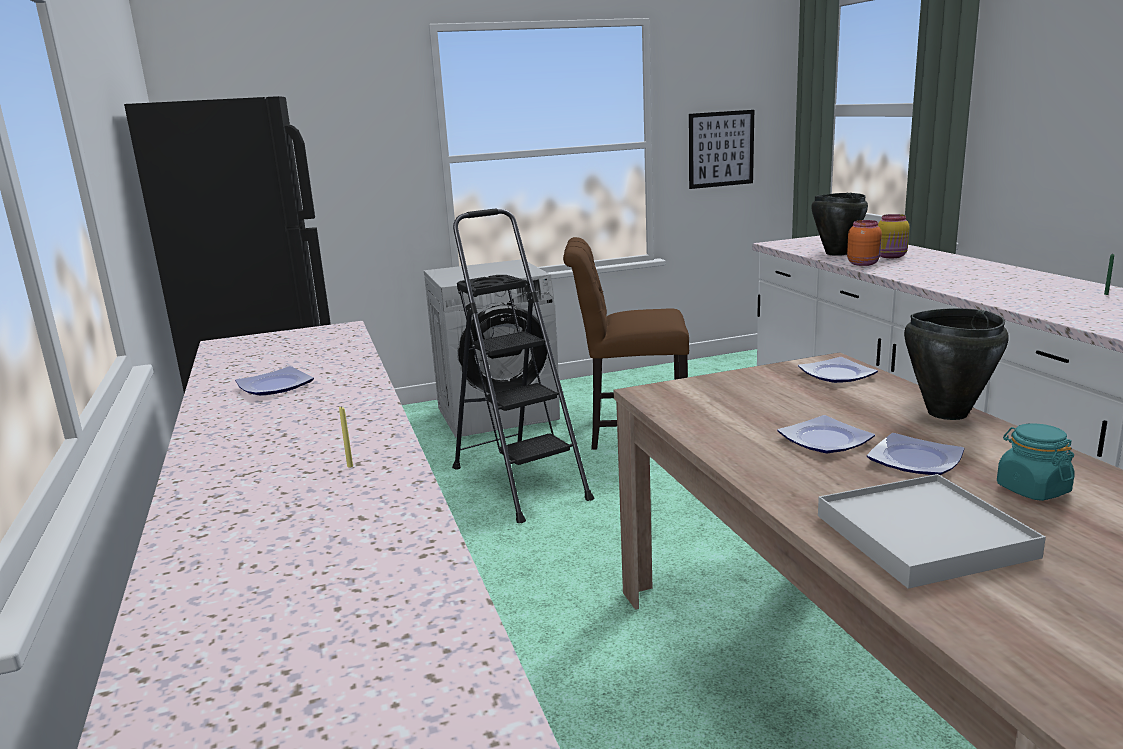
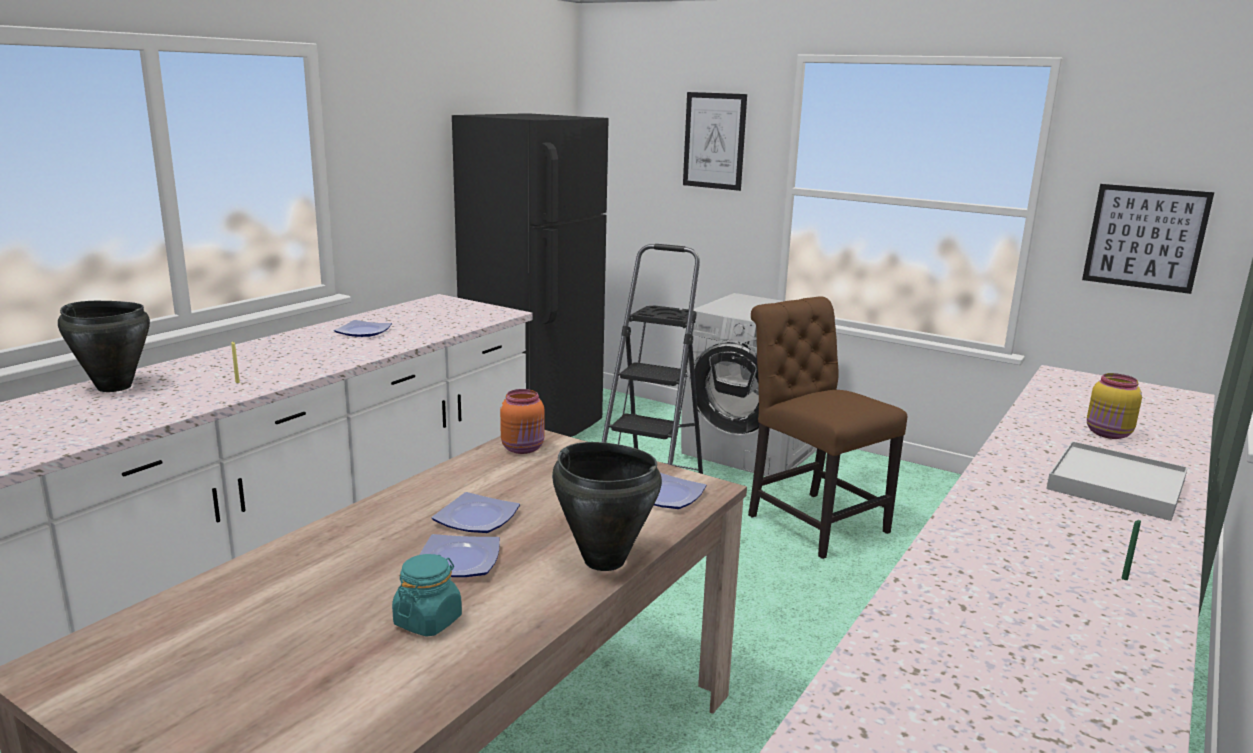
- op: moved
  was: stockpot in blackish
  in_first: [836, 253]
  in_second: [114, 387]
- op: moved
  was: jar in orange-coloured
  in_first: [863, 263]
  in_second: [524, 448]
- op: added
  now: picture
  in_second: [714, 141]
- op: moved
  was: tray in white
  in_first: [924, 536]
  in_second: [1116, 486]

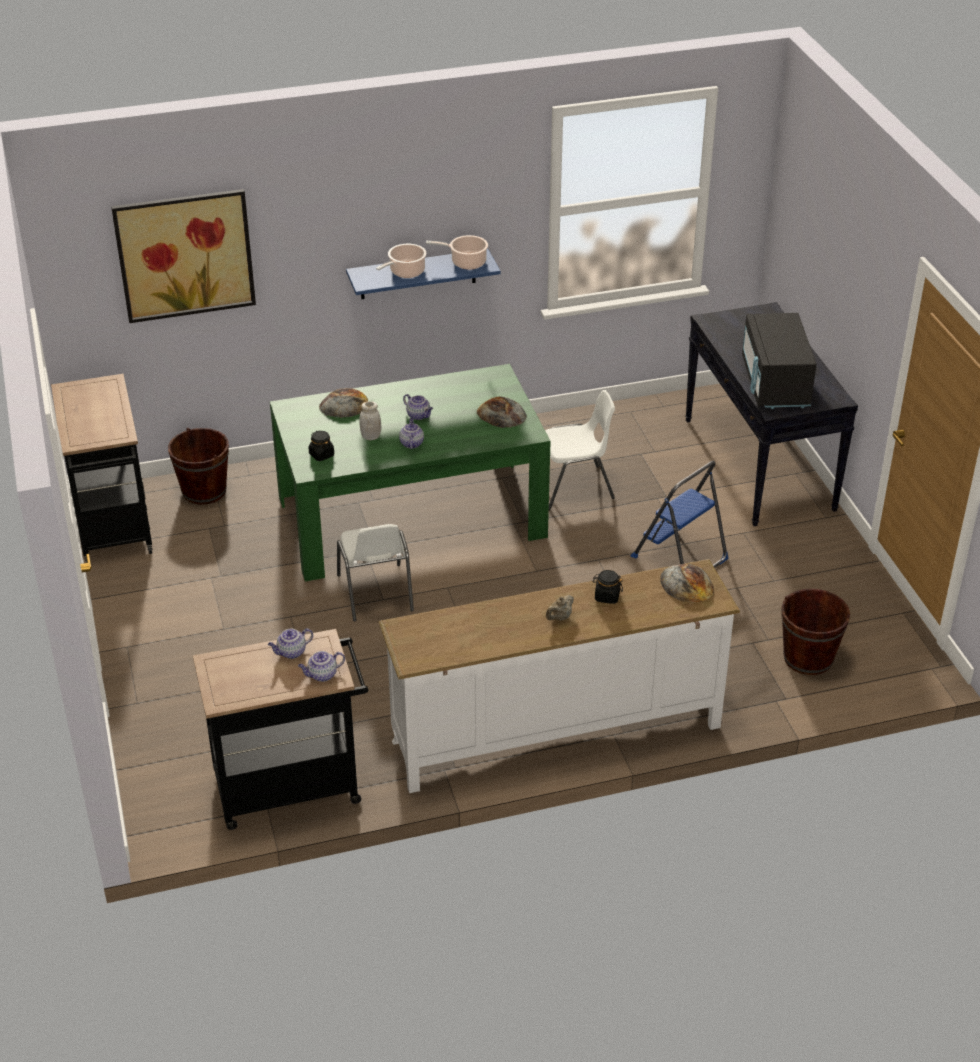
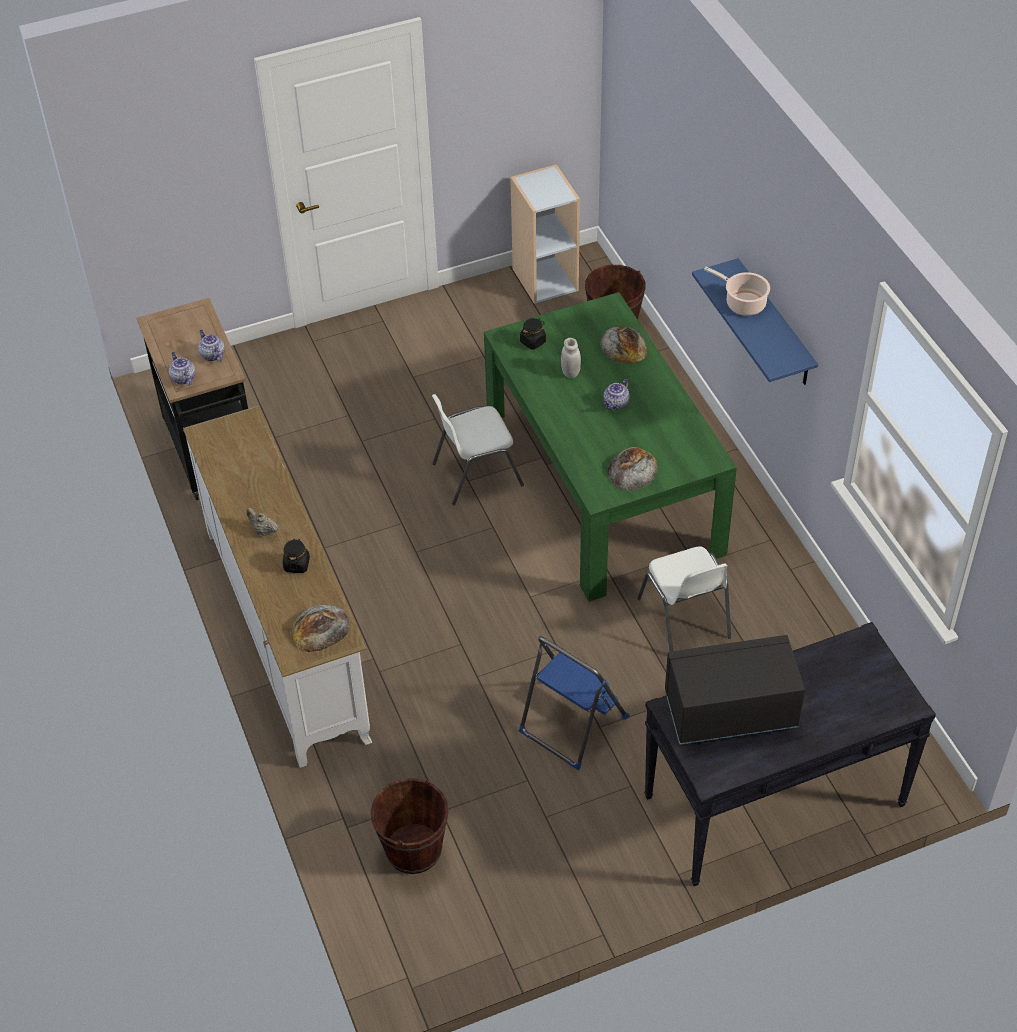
- op: replaced
  was: wheeled cart in blackish
  now: shelving unit
  in_first: [114, 528]
  in_second: [545, 279]
- op: removed
  was: picture
  in_first: [185, 255]
- op: removed
  was: tea pot
  in_first: [411, 443]
- op: removed
  was: stockpot
  in_first: [466, 262]

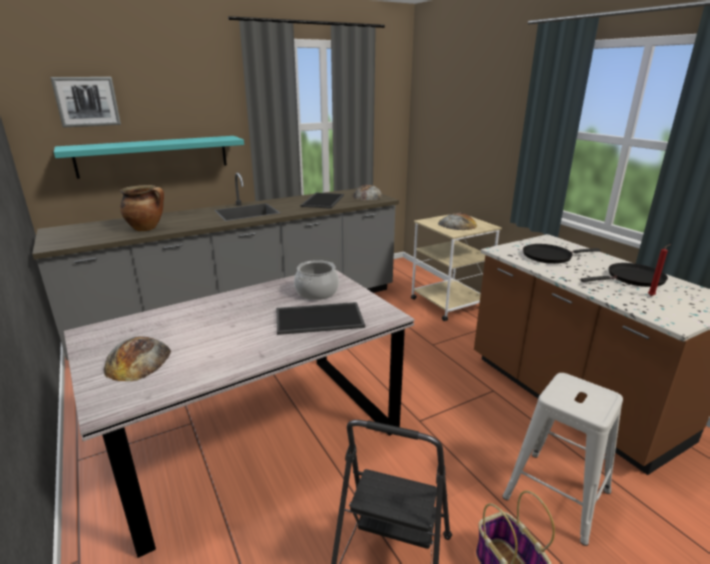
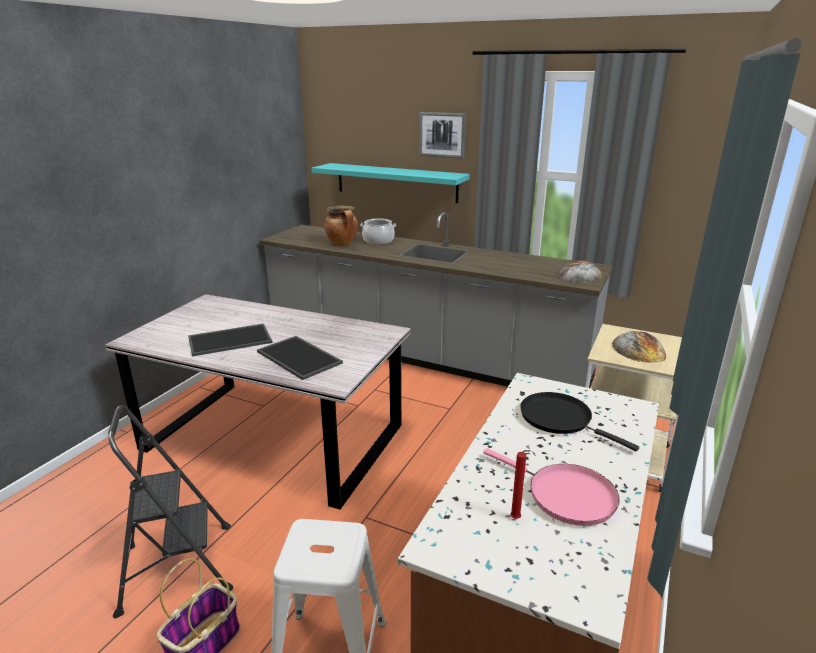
- op: moved
  was: tray
  in_first: [322, 200]
  in_second: [230, 339]
- op: moved
  was: stockpot
  in_first: [317, 292]
  in_second: [378, 241]
- op: moved
  was: picture
  in_first: [87, 101]
  in_second: [442, 135]
- op: recoloured
  was: frying pan in blackish
  now: frying pan in pink
  in_first: [632, 278]
  in_second: [565, 496]
- op: removed
  was: bread
  in_first: [138, 360]

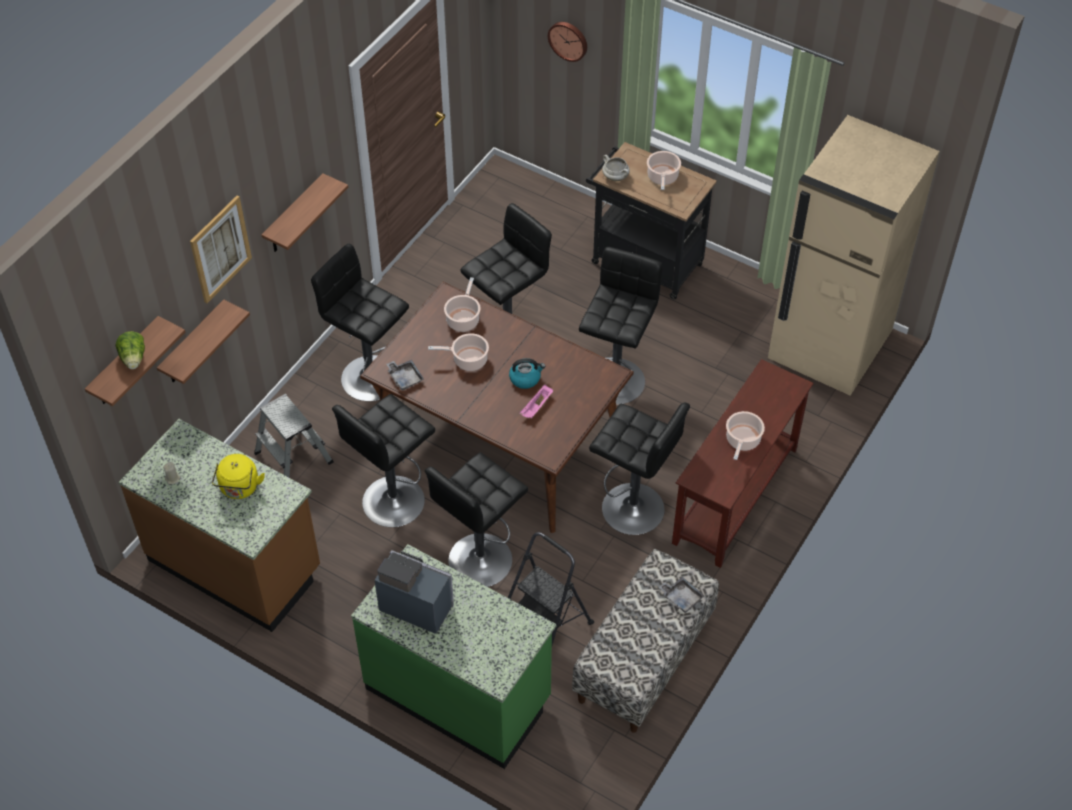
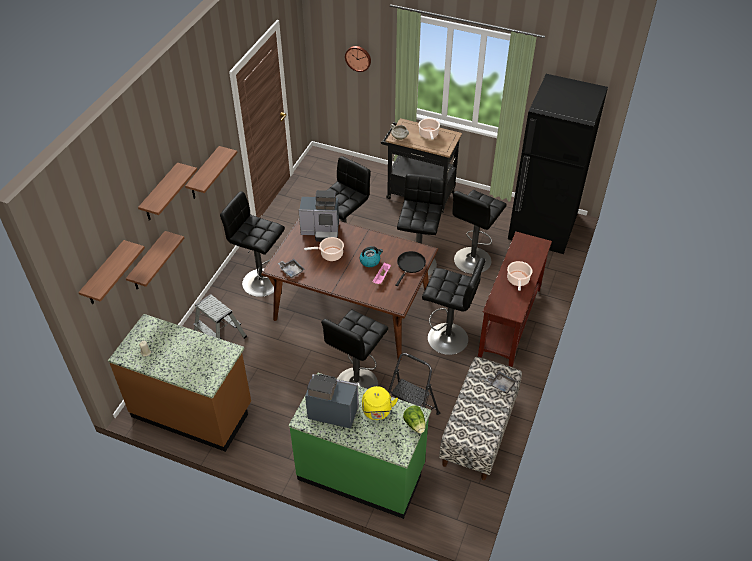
- op: replaced
  was: picture
  now: wall shelf
  in_first: [220, 249]
  in_second: [160, 194]
- op: replaced
  was: stockpot
  now: coffee maker
  in_first: [463, 319]
  in_second: [321, 231]
- op: moved
  was: water kettle in yellow
  in_first: [239, 488]
  in_second: [377, 412]
- op: added
  now: frying pan in blackish
  in_second: [410, 265]
- op: moved
  was: lettuce head
  in_first: [134, 359]
  in_second: [415, 424]
- op: moved
  was: stool seat in blackish
  in_first: [392, 501]
  in_second: [472, 260]
- op: recoloured
  was: refrigerator in sand-coloured
  now: refrigerator in blackish
  in_first: [831, 344]
  in_second: [543, 226]

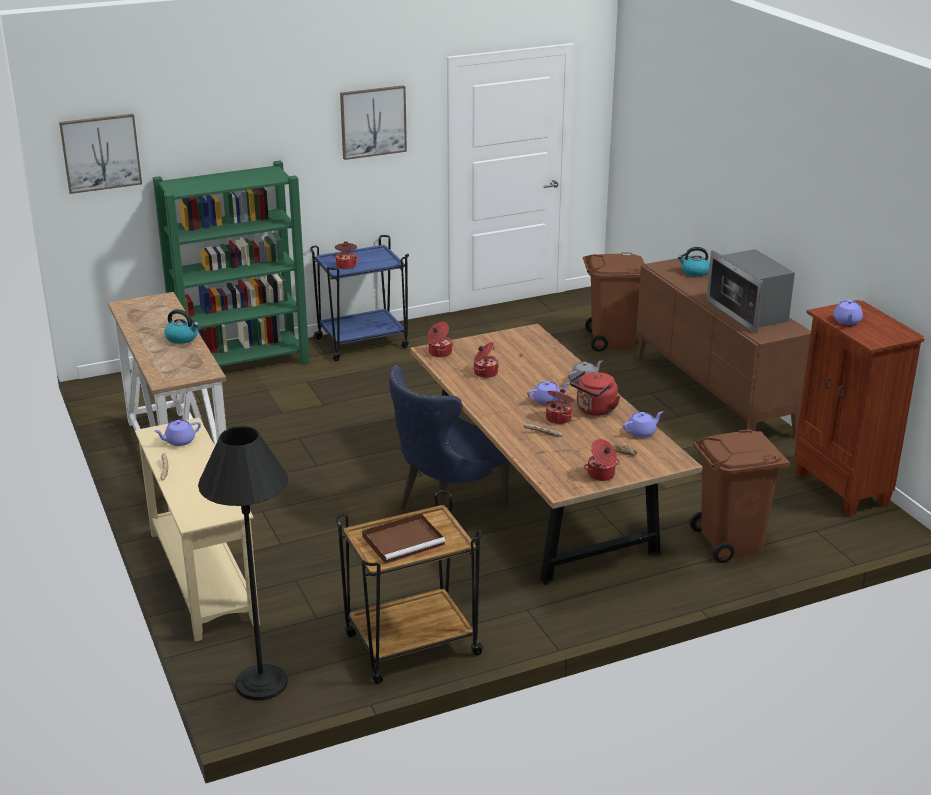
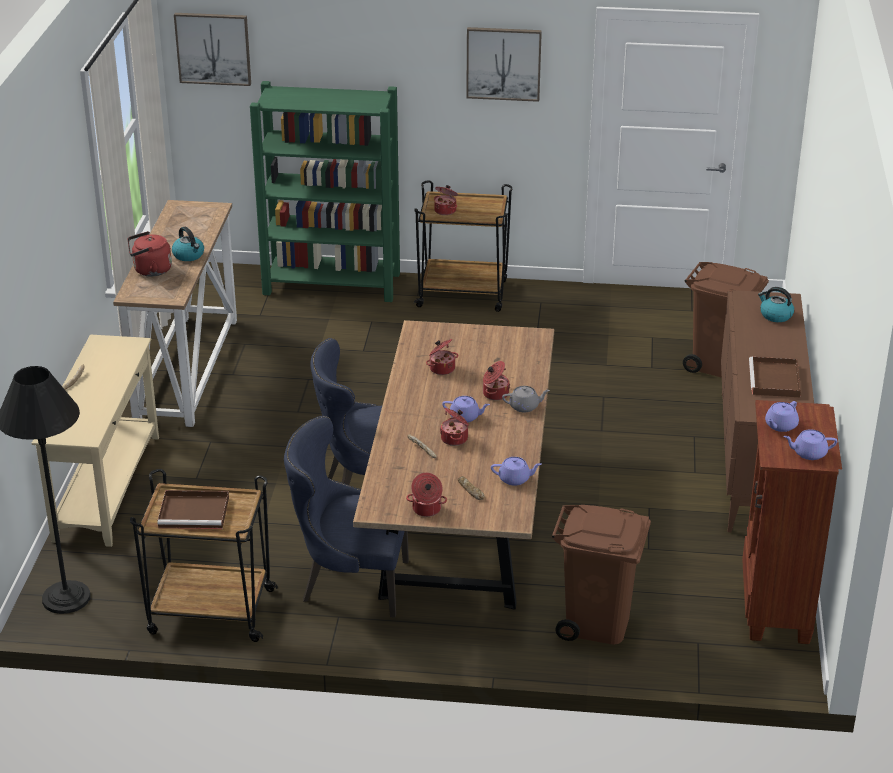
- op: moved
  was: water kettle in red
  in_first: [594, 410]
  in_second: [150, 270]
- op: added
  now: upright chair in bluish
  in_second: [350, 584]
- op: recoloured
  was: wheeled cart in bluish
  now: wheeled cart in brownish
  in_first: [363, 343]
  in_second: [463, 294]
- op: moved
  was: stockpot
  in_first: [439, 353]
  in_second: [495, 394]
- op: replaced
  was: microwave oven
  now: tray in brownish
  in_first: [749, 312]
  in_second: [775, 381]
- op: moved
  was: tea pot in purple
  in_first: [179, 441]
  in_second: [808, 453]

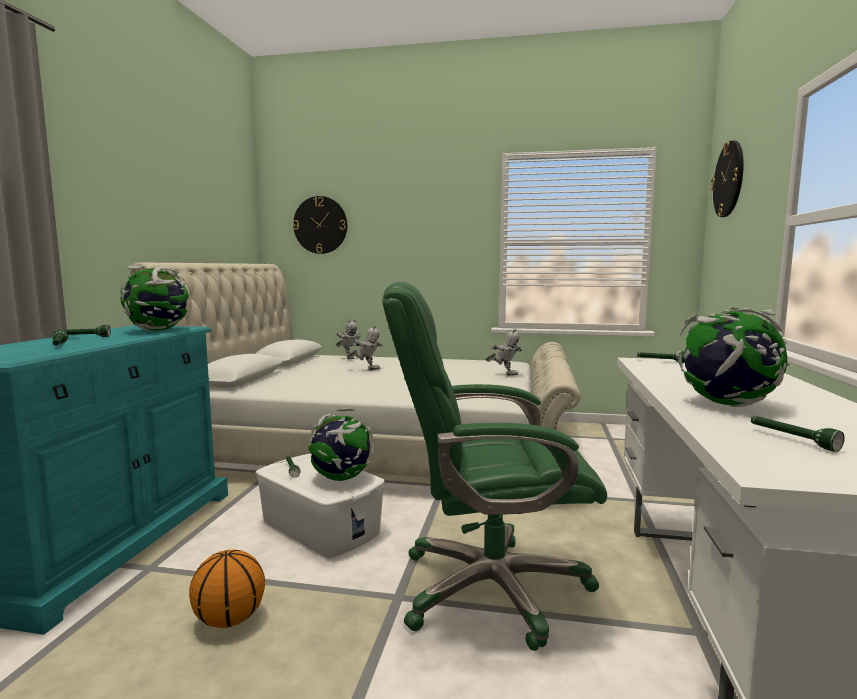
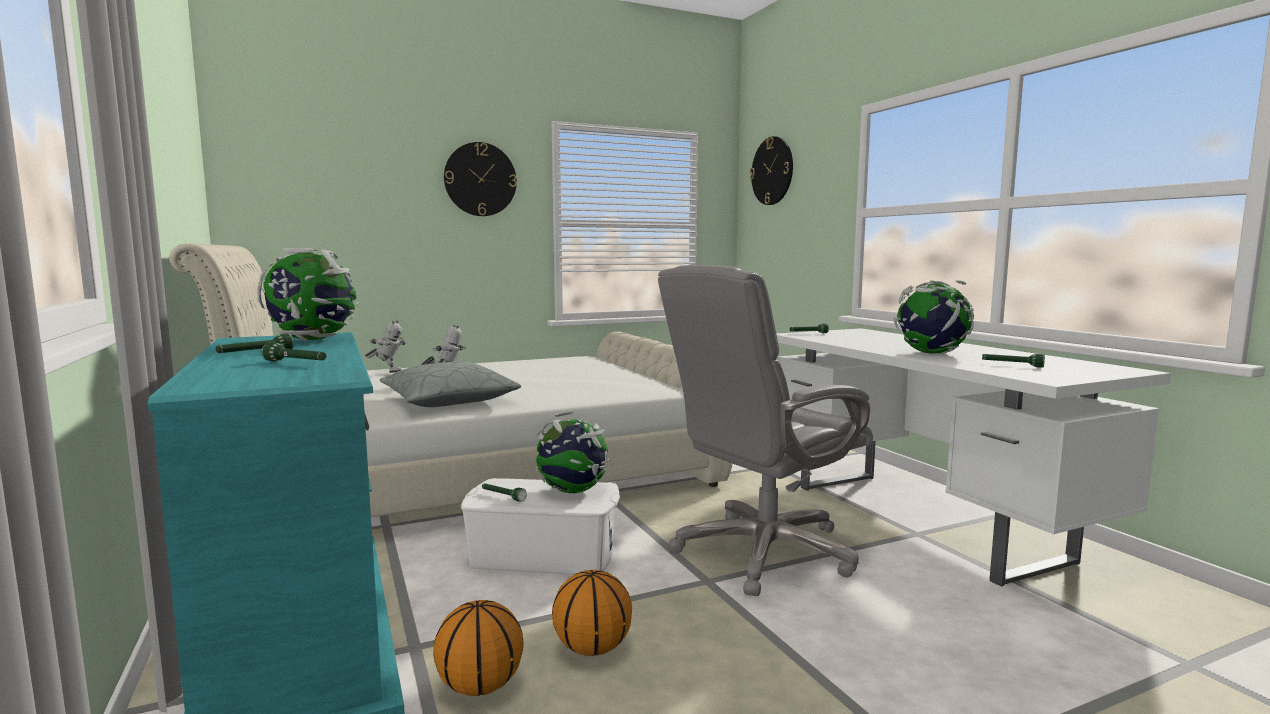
- op: added
  now: throw pillow in grey
  in_second: [449, 400]
- op: added
  now: ball for basketball
  in_second: [481, 687]
- op: moved
  was: hanging clock
  in_first: [320, 225]
  in_second: [480, 179]
- op: recoloured
  was: office chair in greenish
  now: office chair in grey
  in_first: [489, 588]
  in_second: [763, 552]
- op: removed
  was: robot figure
  in_first: [504, 374]

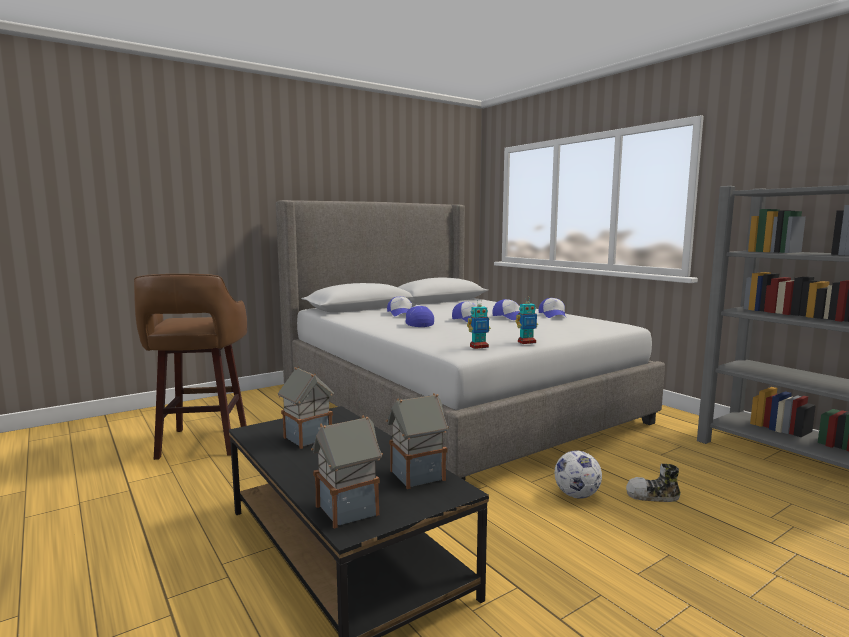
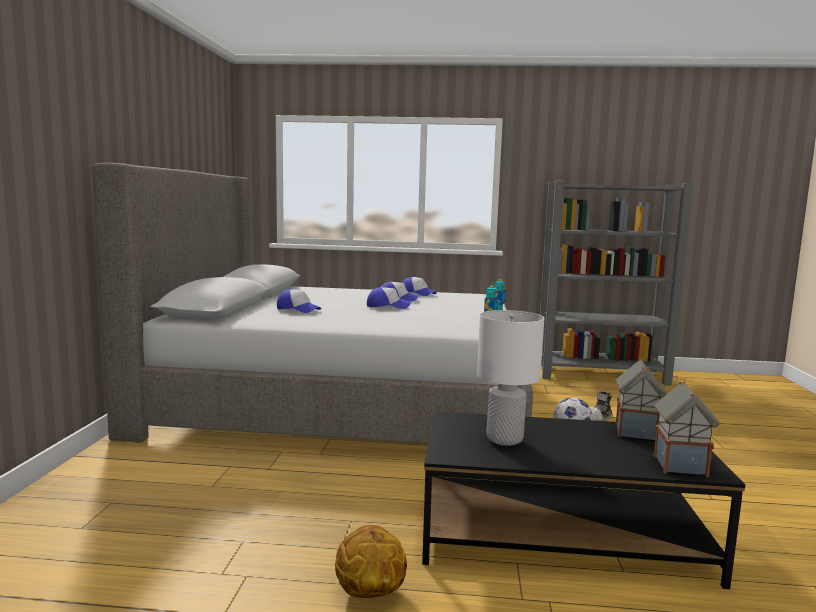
- op: added
  now: ball for basketball
  in_second: [369, 593]
- op: replaced
  was: miniature house
  now: lamp for a table in white
  in_first: [307, 438]
  in_second: [504, 441]
- op: removed
  was: stool seat in brownish
  in_first: [201, 444]
- op: removed
  was: peaked cap
  in_first: [418, 323]

